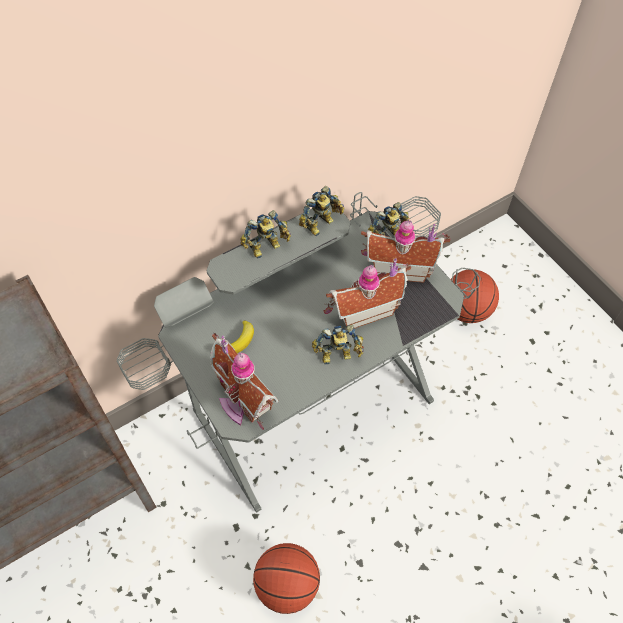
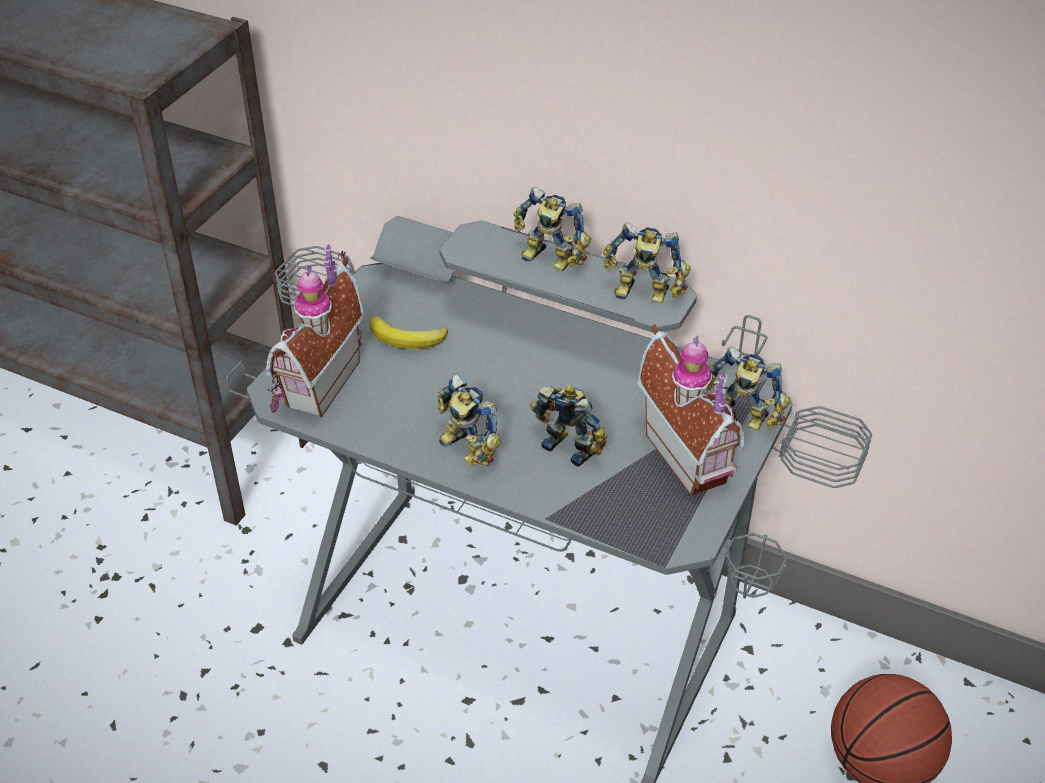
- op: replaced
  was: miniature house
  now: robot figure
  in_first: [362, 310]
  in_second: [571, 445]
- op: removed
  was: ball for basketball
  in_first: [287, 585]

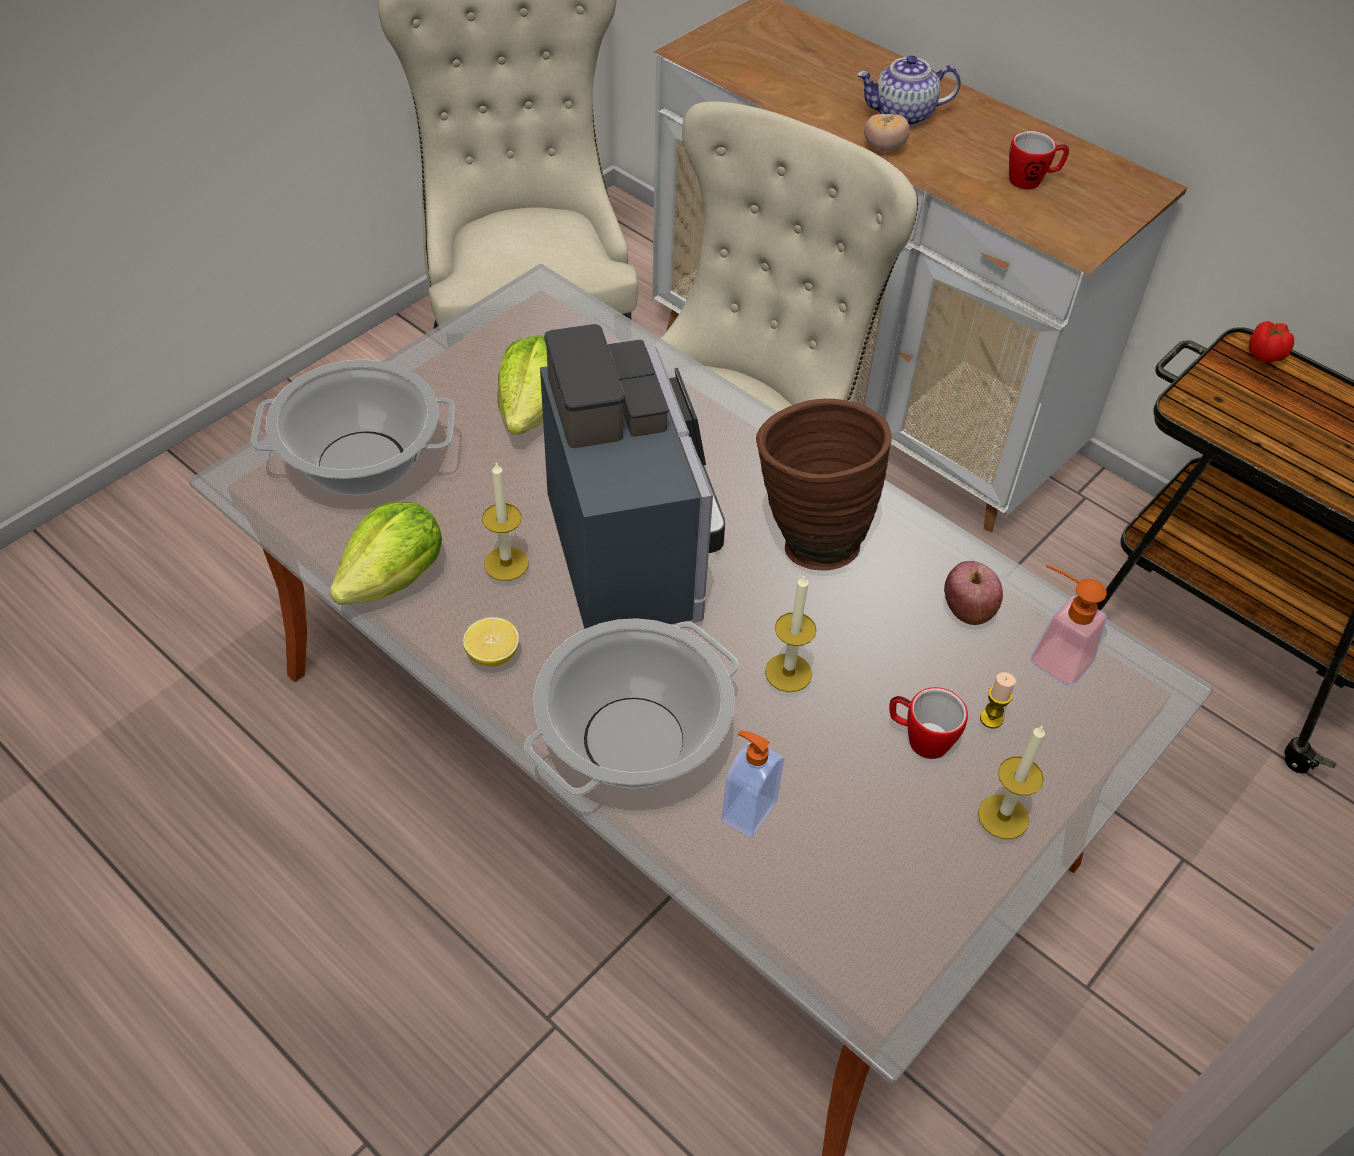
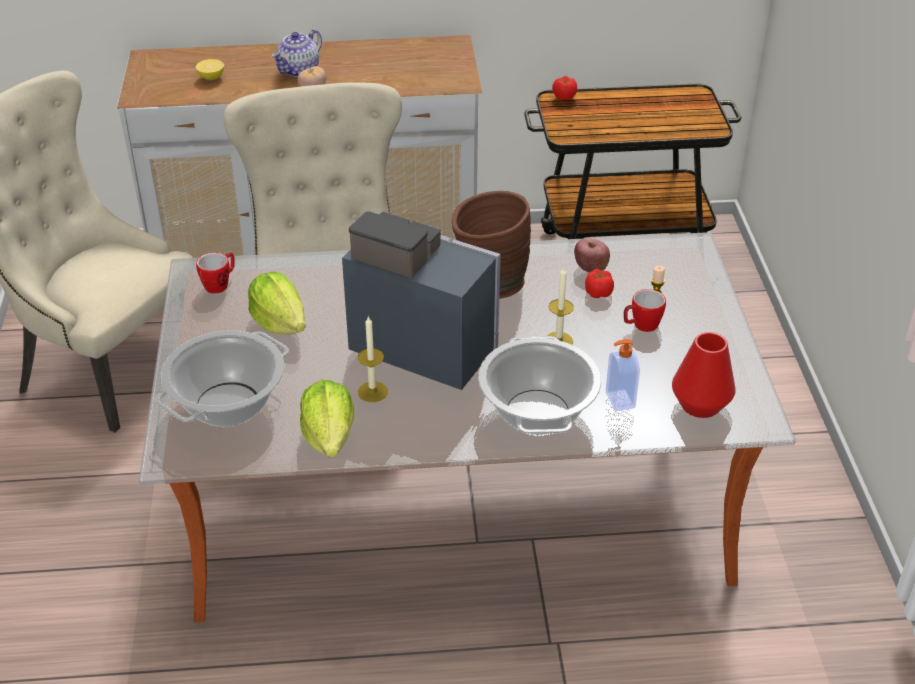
- op: moved
  was: citrus fruit
  in_first: [493, 654]
  in_second: [211, 77]
- op: moved
  was: mug
  in_first: [1031, 181]
  in_second: [220, 284]
- op: added
  now: tomato
  in_second: [598, 292]
- op: added
  now: flower vase in red
  in_second: [700, 404]
- op: removed
  was: wax light
  in_first: [1003, 816]
- op: removed
  was: liquid soap bottle
  in_first: [1051, 655]

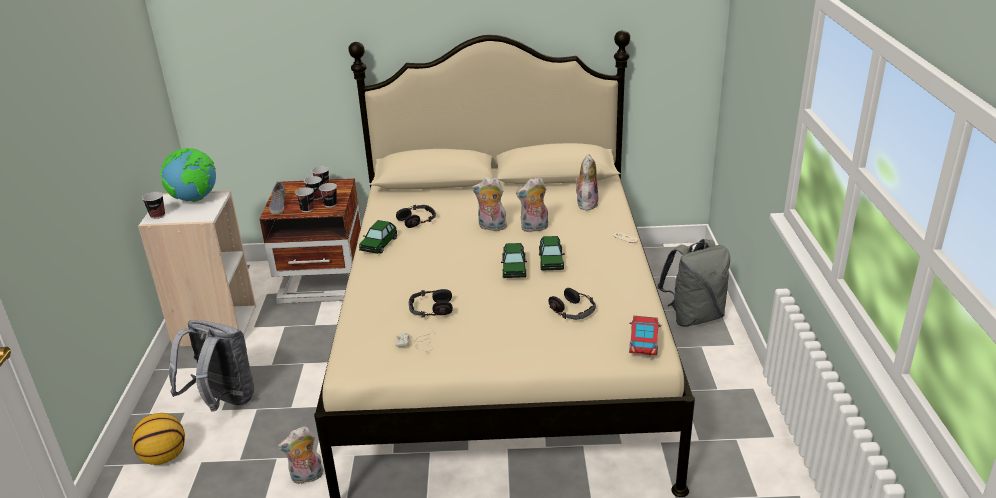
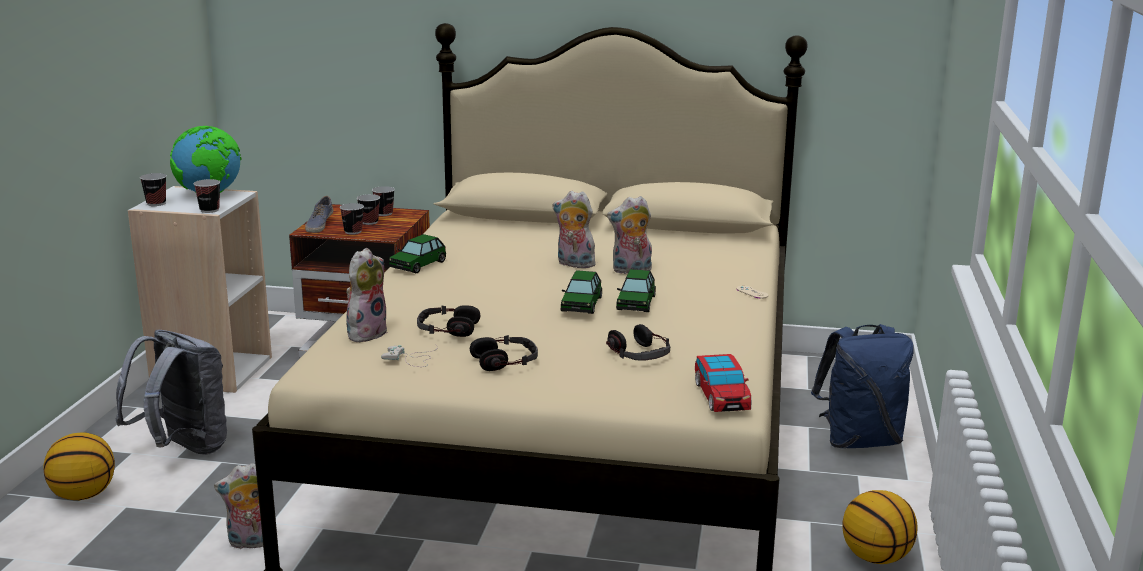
- op: moved
  was: small cup
  in_first: [330, 204]
  in_second: [209, 210]
- op: moved
  was: cuddly toy
  in_first: [586, 203]
  in_second: [366, 333]
- op: moved
  was: pair of headphones
  in_first: [417, 220]
  in_second: [505, 361]
- op: turned
  was: miniature car
  in_first: [643, 342]
  in_second: [721, 396]
  clockwise: 150
- op: recoloured
  was: backpack in grey
  now: backpack in bluish
  in_first: [693, 316]
  in_second: [859, 440]
- op: added
  now: ball for basketball
  in_second: [876, 558]

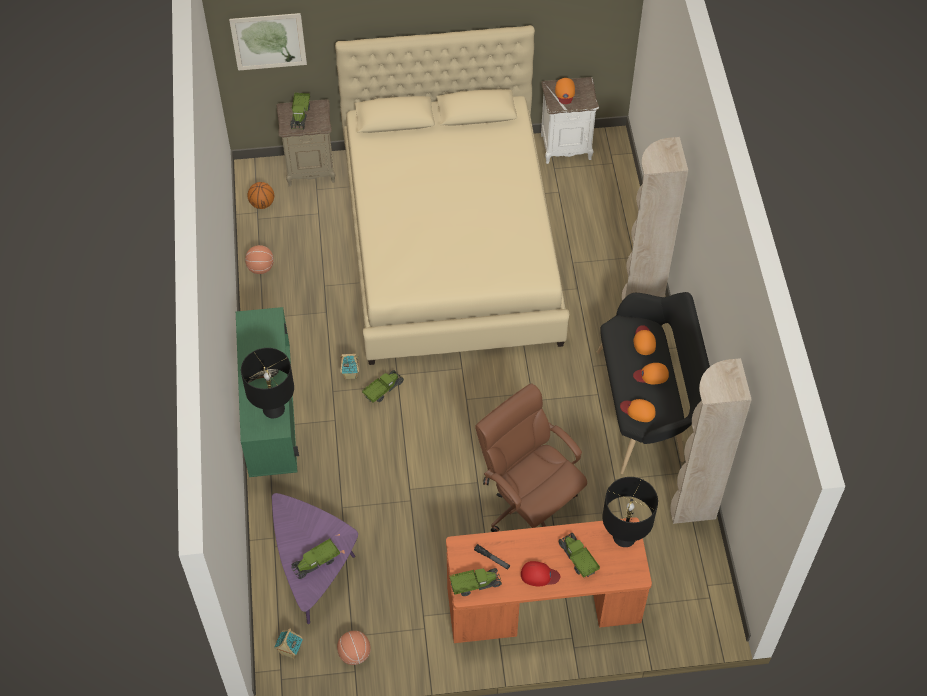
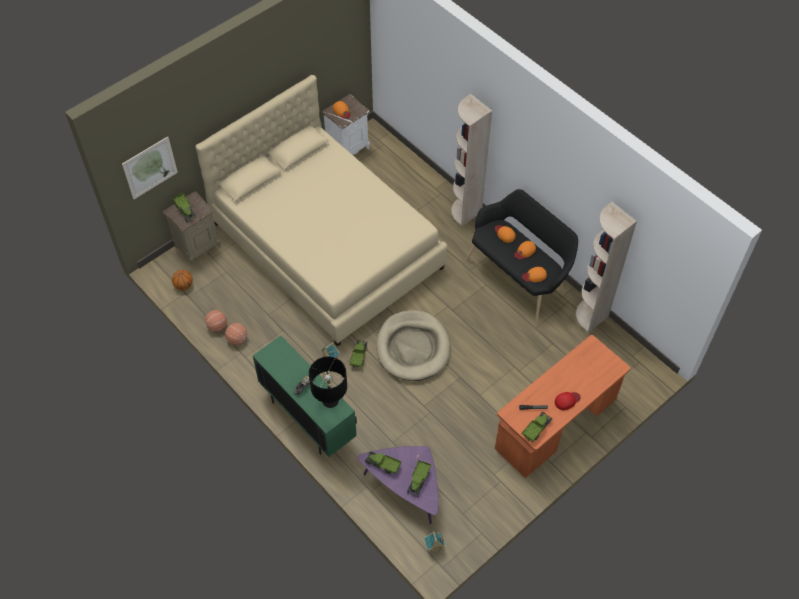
- op: moved
  was: ball for basketball
  in_first: [354, 654]
  in_second: [237, 339]
- op: moved
  was: toy truck
  in_first: [577, 559]
  in_second: [383, 465]
- op: added
  now: pet bed in sand-coloured
  in_second: [412, 347]
- op: removed
  was: office chair in brownish
  in_first: [527, 502]
- op: removed
  was: lamp for a table in blackish
  in_first: [624, 538]

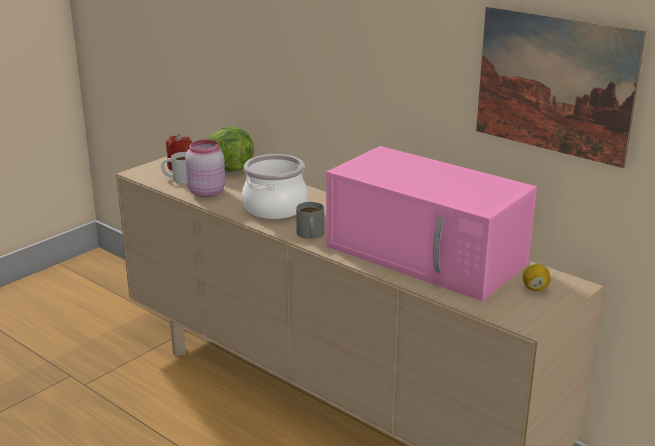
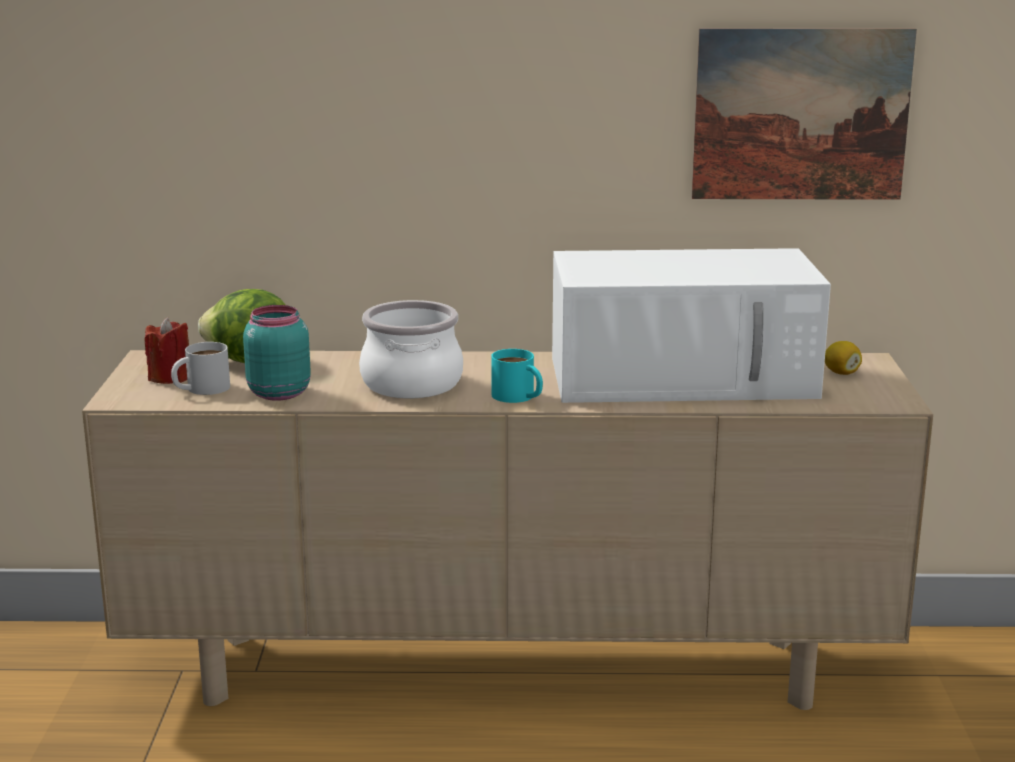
- op: recoloured
  was: jar in pink
  now: jar in turquoise
  in_first: [206, 192]
  in_second: [277, 393]
- op: recoloured
  was: mug in grey
  now: mug in turquoise
  in_first: [310, 235]
  in_second: [519, 397]
- op: recoloured
  was: microwave oven in pink
  now: microwave oven in white
  in_first: [428, 255]
  in_second: [685, 377]

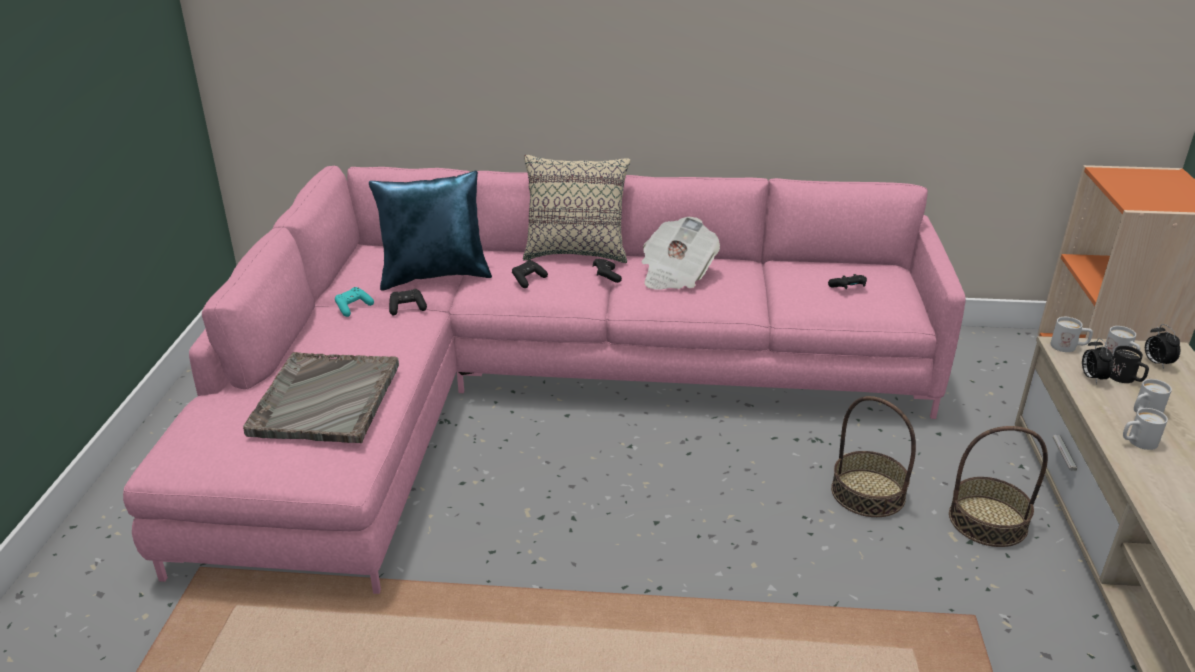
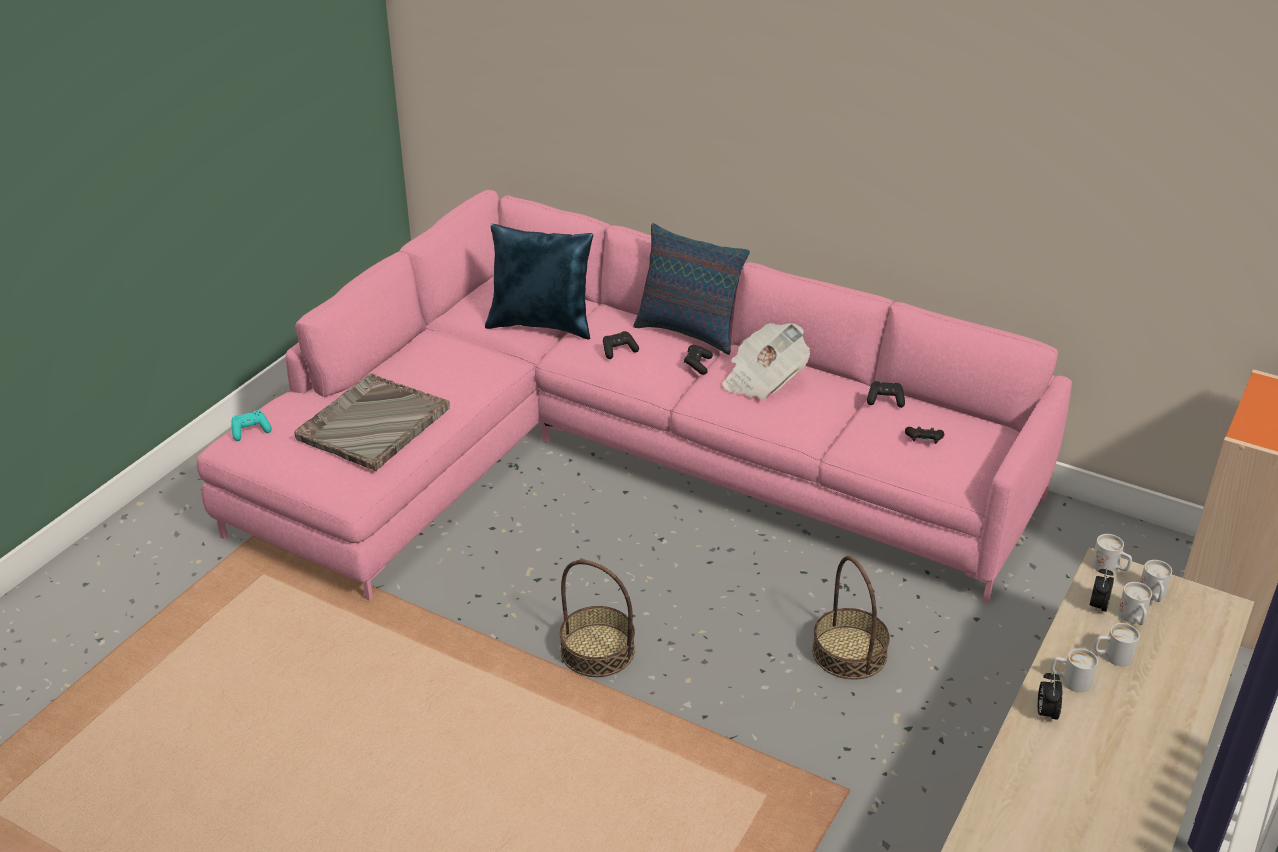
- op: moved
  was: joypad in turquoise
  in_first: [353, 307]
  in_second: [251, 431]
- op: moved
  was: storage basket
  in_first: [987, 521]
  in_second: [597, 650]
- op: recoloured
  was: throw pillow in sand-coloured
  now: throw pillow in bluish
  in_first: [576, 255]
  in_second: [688, 333]
- op: moved
  was: joypad in blackish
  in_first: [407, 308]
  in_second: [885, 400]
- op: moved
  was: alarm clock
  in_first: [1156, 363]
  in_second: [1046, 713]
- op: recoloured
  was: mug in blackish
  now: mug in white
  in_first: [1126, 379]
  in_second: [1133, 618]

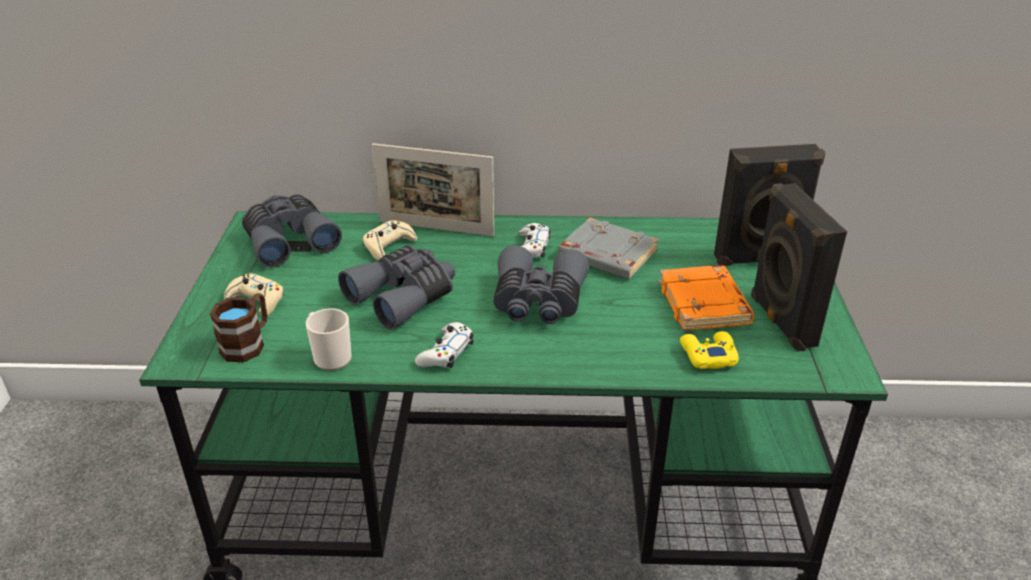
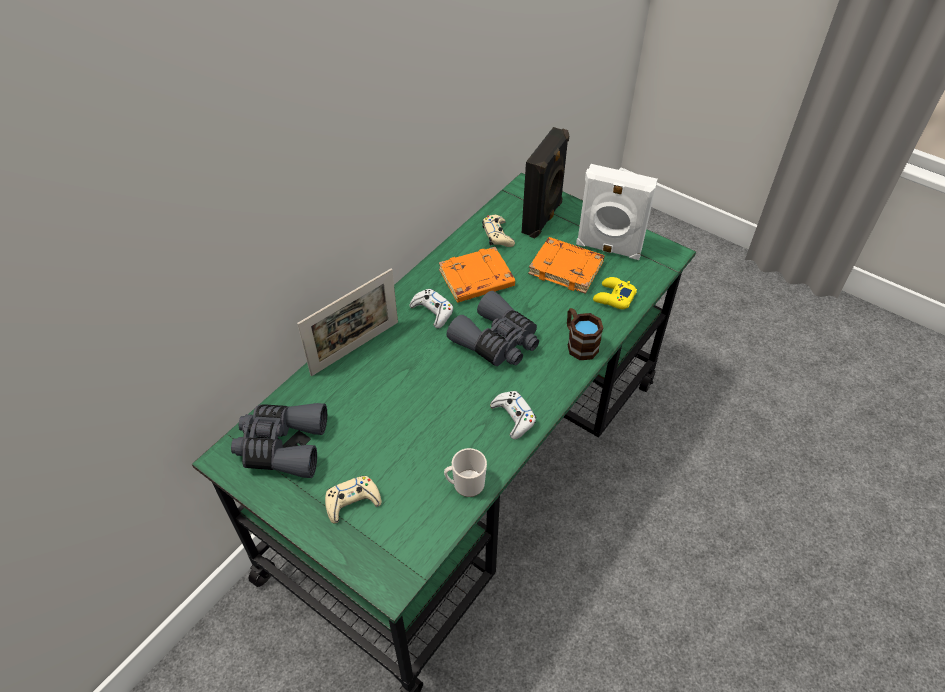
- op: recoloured
  was: book in grey
  now: book in orange-coloured
  in_first: [606, 255]
  in_second: [476, 280]
- op: moved
  was: joypad in sand-coloured
  in_first: [388, 246]
  in_second: [497, 235]
- op: moved
  was: mug in brownish
  in_first: [248, 343]
  in_second: [579, 343]
- op: recoloured
  was: audio speaker in blackish
  now: audio speaker in white
  in_first: [780, 321]
  in_second: [608, 249]
- op: removed
  was: binoculars in grey
  in_first: [404, 296]

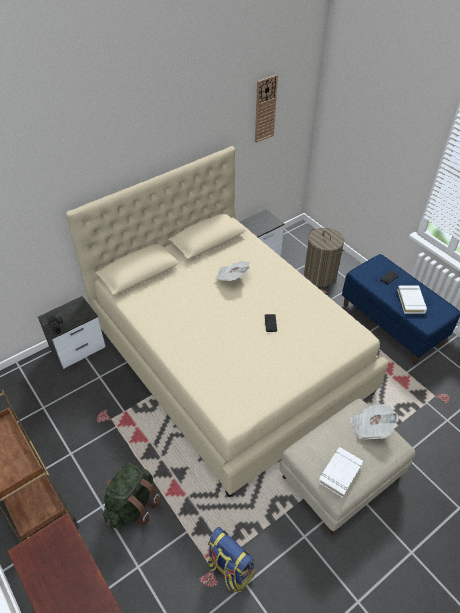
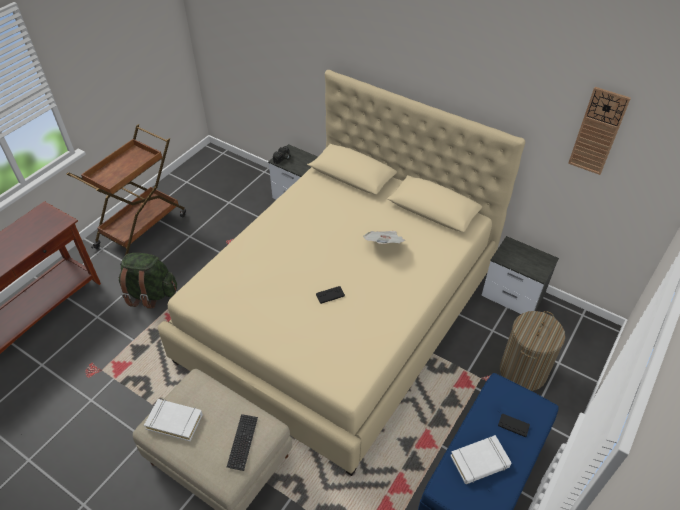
- op: replaced
  was: daily paper
  now: computer keyboard
  in_first: [370, 427]
  in_second: [242, 442]
- op: removed
  was: backpack
  in_first: [230, 569]

